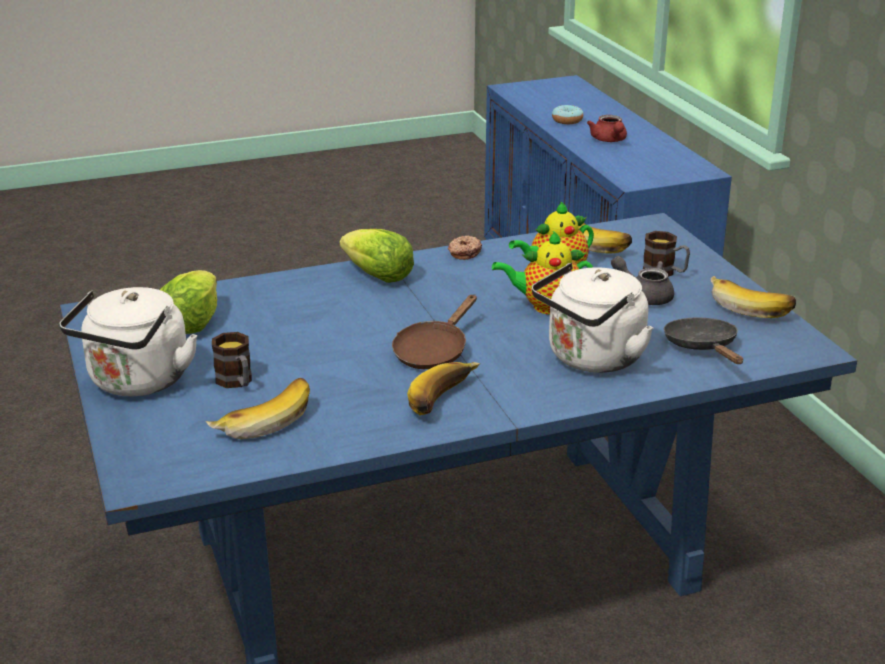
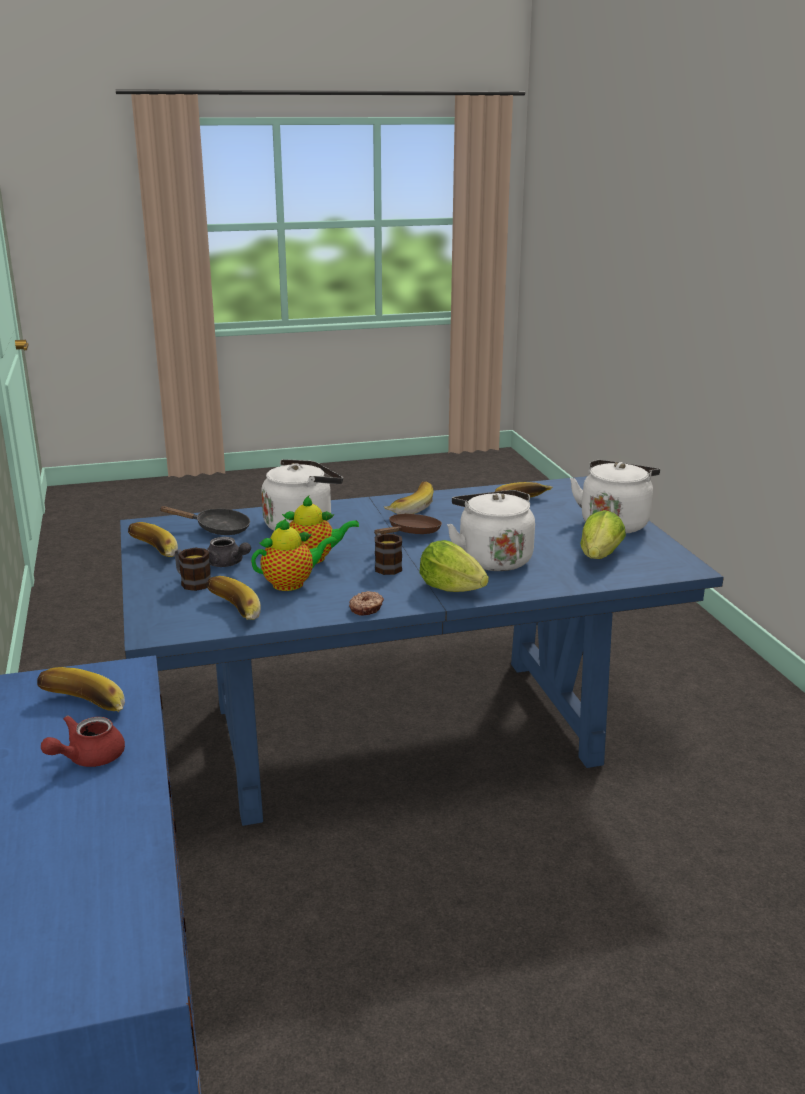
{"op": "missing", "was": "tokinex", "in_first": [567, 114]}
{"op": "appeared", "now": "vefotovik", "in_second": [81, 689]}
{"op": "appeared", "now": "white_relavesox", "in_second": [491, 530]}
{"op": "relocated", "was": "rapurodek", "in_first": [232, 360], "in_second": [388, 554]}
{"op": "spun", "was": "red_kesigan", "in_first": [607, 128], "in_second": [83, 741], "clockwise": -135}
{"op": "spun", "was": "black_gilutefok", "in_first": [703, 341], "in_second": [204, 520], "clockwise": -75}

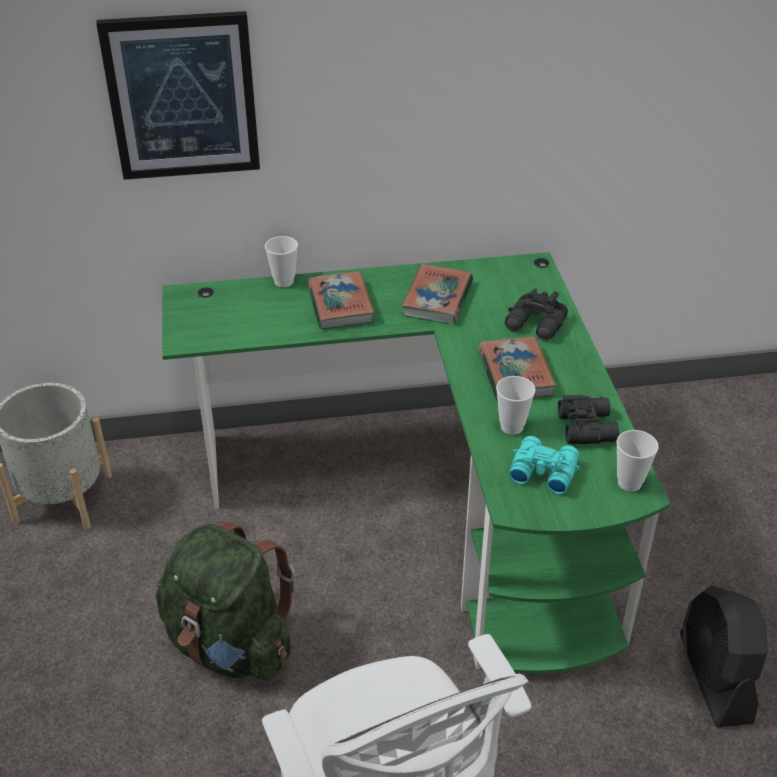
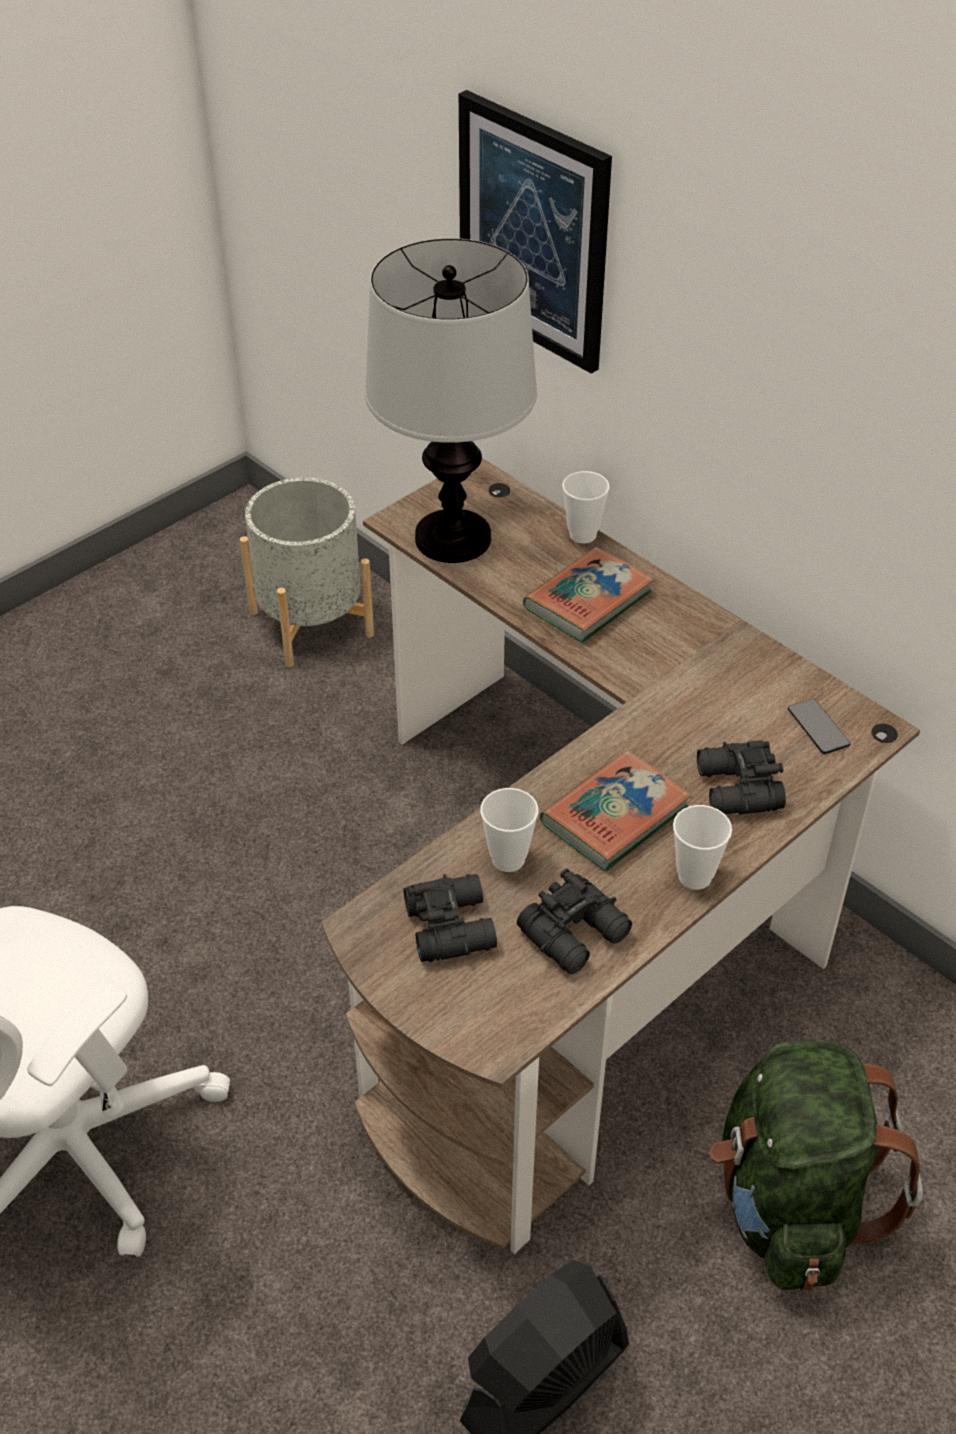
{"op": "missing", "was": "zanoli", "in_first": [437, 294]}
{"op": "appeared", "now": "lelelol", "in_second": [451, 400]}
{"op": "appeared", "now": "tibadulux", "in_second": [819, 726]}
{"op": "relocated", "was": "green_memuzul", "in_first": [225, 601], "in_second": [816, 1164]}
{"op": "relocated", "was": "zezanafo", "in_first": [637, 461], "in_second": [702, 847]}
{"op": "colour", "was": "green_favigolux", "now": "brown_favigolux", "in_first": [416, 462], "in_second": [621, 856]}
{"op": "colour", "was": "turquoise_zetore", "now": "black_zetore", "in_first": [544, 465], "in_second": [450, 918]}

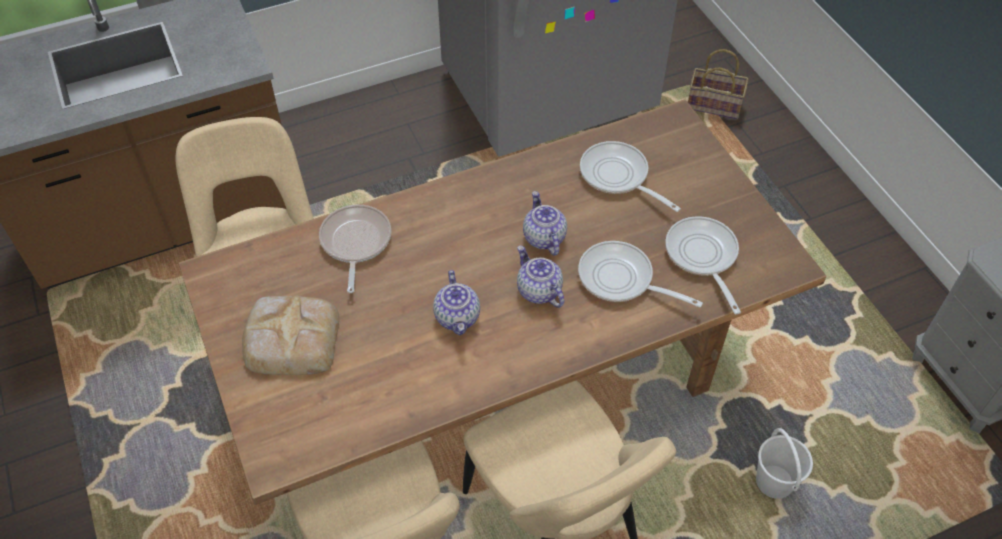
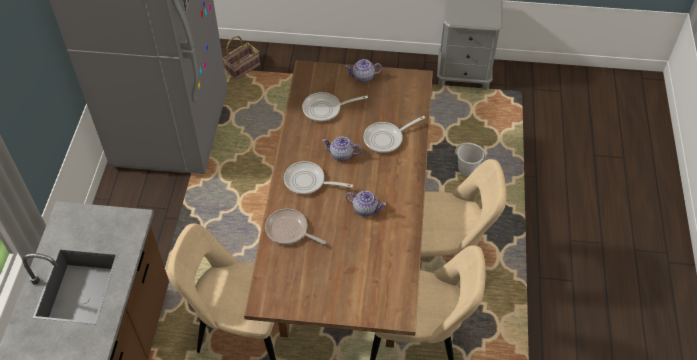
{"op": "missing", "was": "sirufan", "in_first": [290, 335]}
{"op": "relocated", "was": "kesigan", "in_first": [540, 277], "in_second": [363, 71]}
{"op": "relocated", "was": "gilutefok", "in_first": [703, 265], "in_second": [318, 178]}

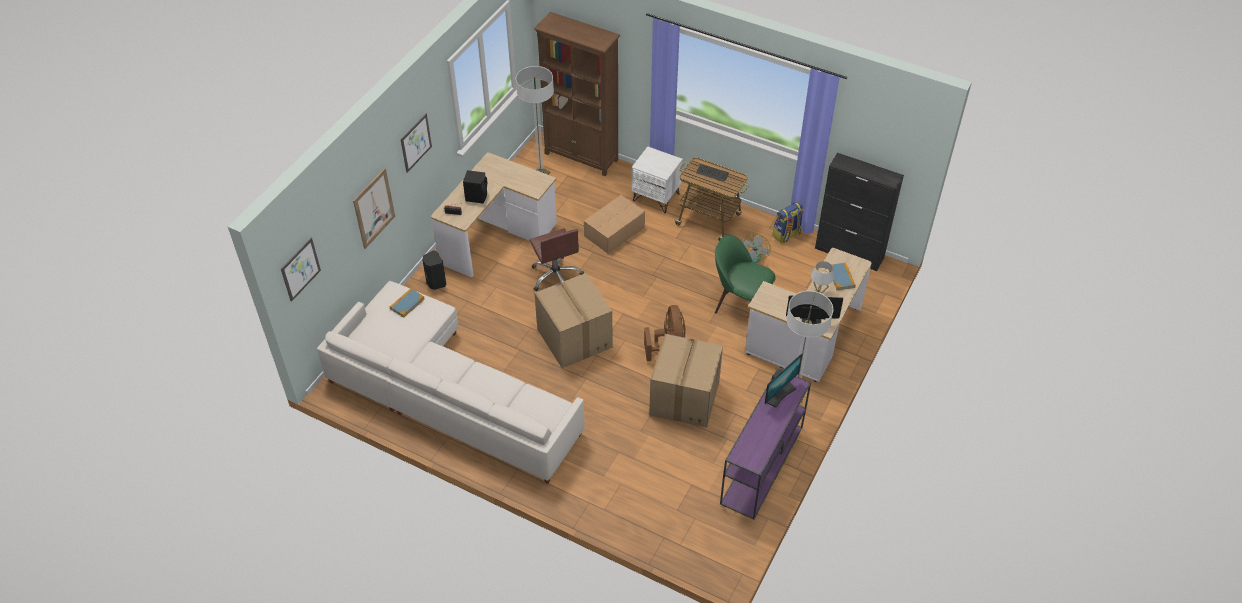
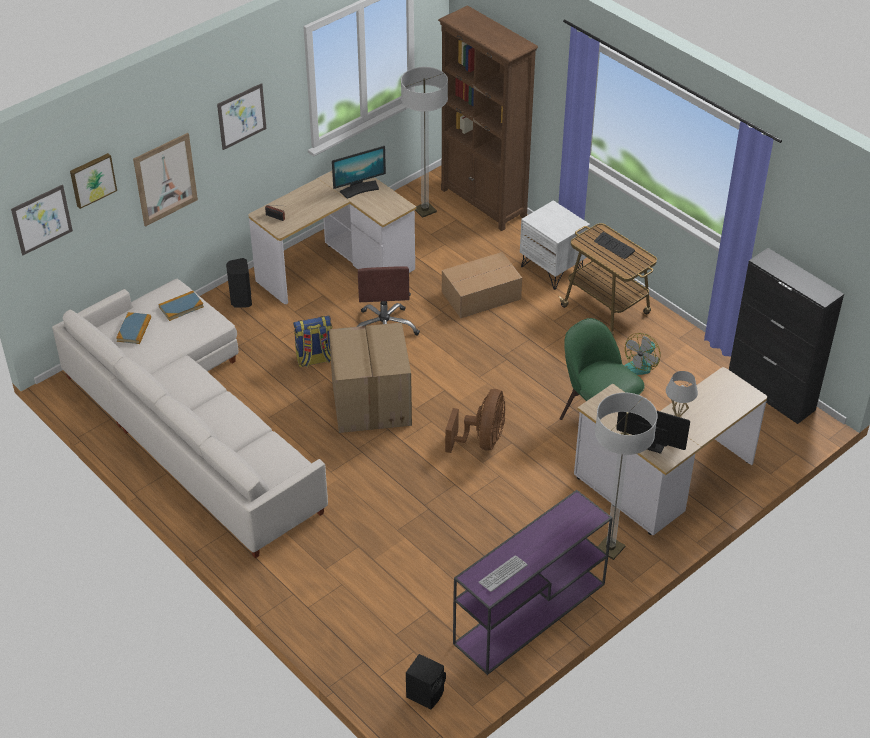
{"op": "missing", "was": "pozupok", "in_first": [686, 381]}
{"op": "appeared", "now": "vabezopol", "in_second": [93, 181]}
{"op": "appeared", "now": "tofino", "in_second": [503, 573]}
{"op": "relocated", "was": "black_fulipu", "in_first": [475, 187], "in_second": [426, 681]}
{"op": "relocated", "was": "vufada", "in_first": [783, 381], "in_second": [359, 172]}
{"op": "relocated", "was": "memuzul", "in_first": [788, 223], "in_second": [312, 341]}
{"op": "relocated", "was": "zanoli", "in_first": [842, 276], "in_second": [133, 328]}

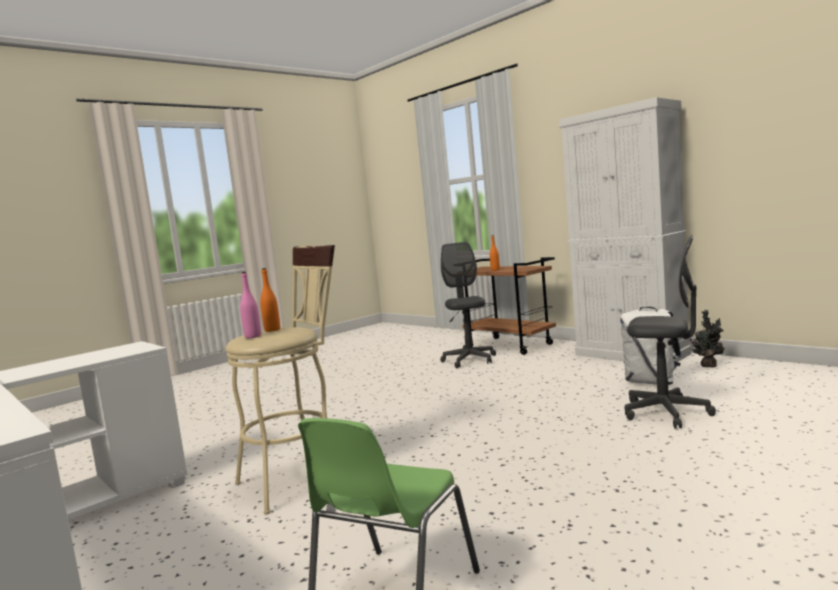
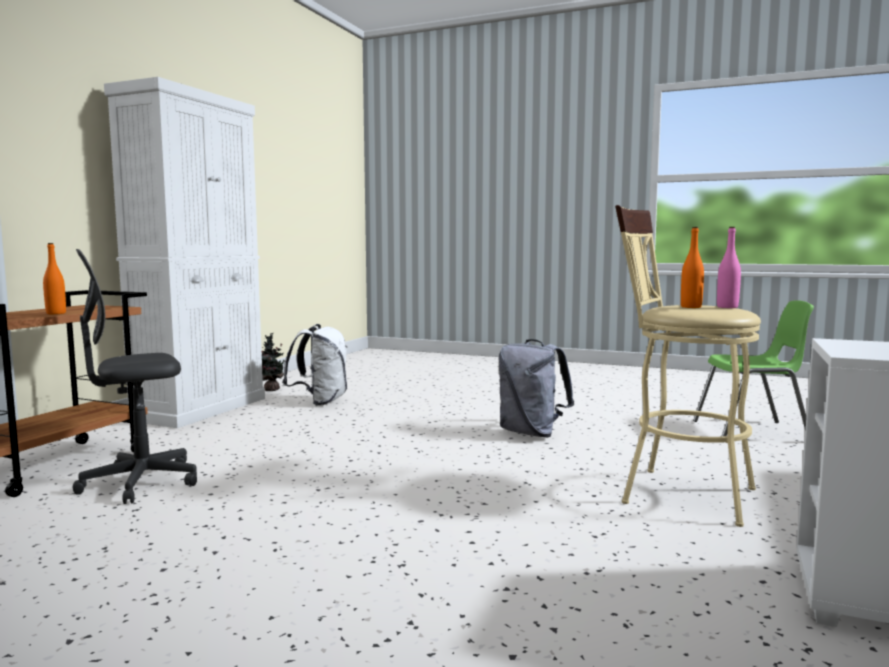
{"op": "missing", "was": "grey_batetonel", "in_first": [670, 332]}
{"op": "appeared", "now": "grey_memuzul", "in_second": [536, 388]}

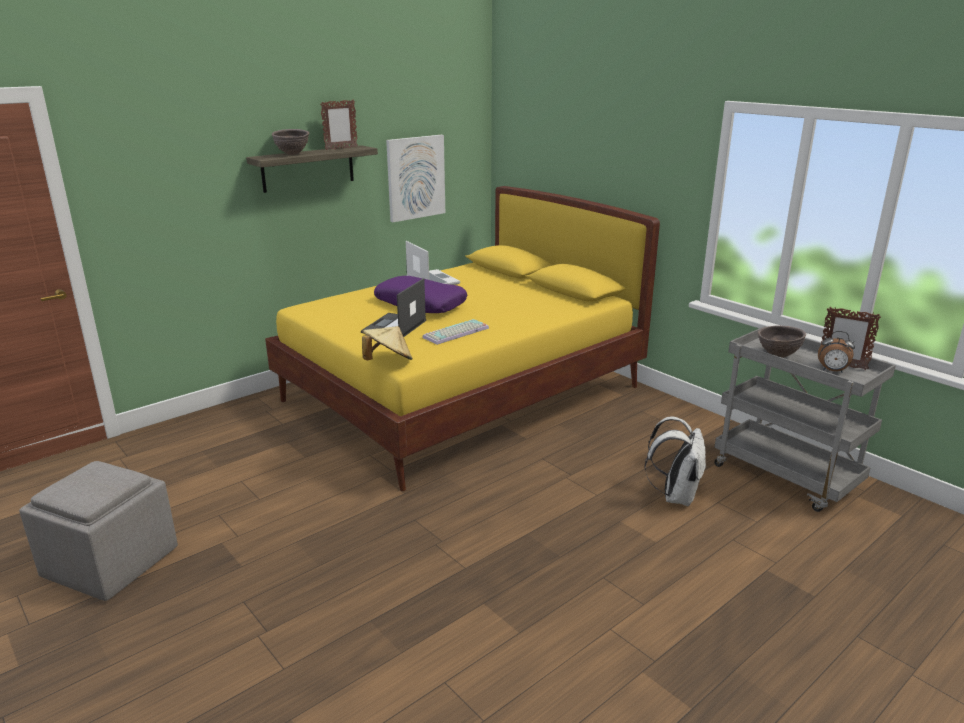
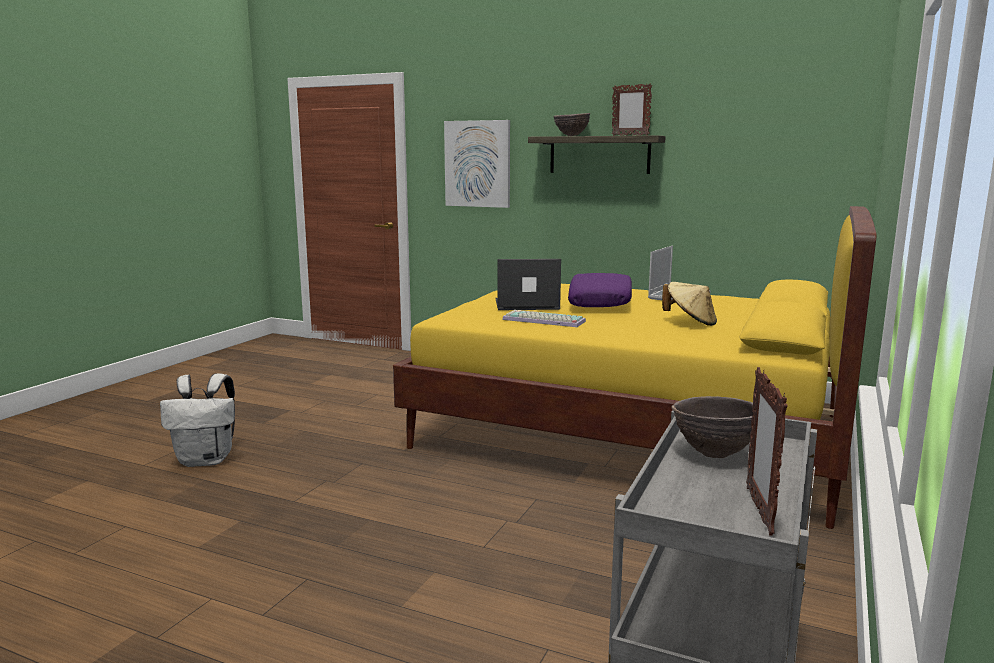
{"op": "missing", "was": "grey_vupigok", "in_first": [98, 531]}
{"op": "missing", "was": "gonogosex", "in_first": [836, 352]}
{"op": "relocated", "was": "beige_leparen", "in_first": [387, 343], "in_second": [689, 304]}
{"op": "relocated", "was": "vabezopol", "in_first": [415, 178], "in_second": [477, 164]}
{"op": "relocated", "was": "white_memuzul", "in_first": [675, 461], "in_second": [197, 420]}

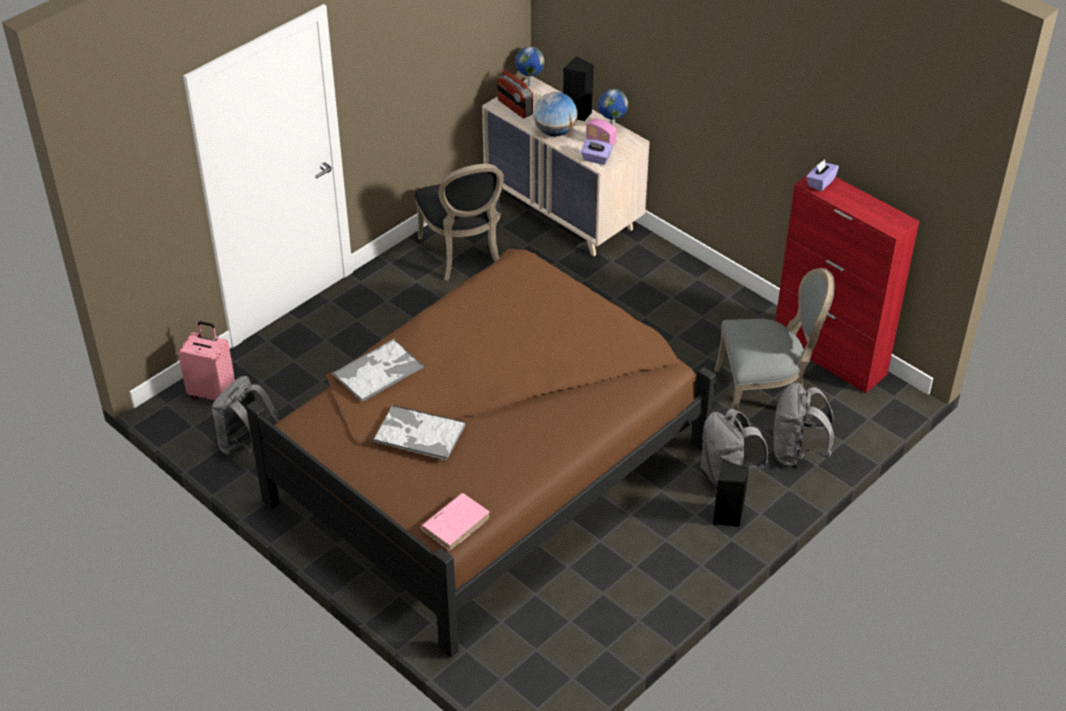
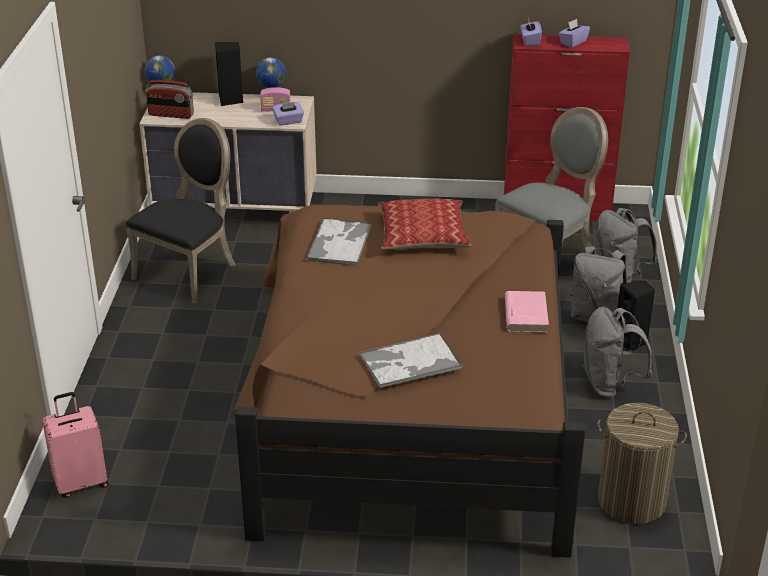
{"op": "missing", "was": "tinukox", "in_first": [555, 114]}
{"op": "appeared", "now": "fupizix", "in_second": [424, 224]}
{"op": "appeared", "now": "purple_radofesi", "in_second": [574, 33]}
{"op": "appeared", "now": "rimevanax", "in_second": [642, 463]}
{"op": "relocated", "was": "grey_memuzul", "in_first": [246, 416], "in_second": [617, 352]}
{"op": "relocated", "was": "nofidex", "in_first": [378, 370], "in_second": [339, 242]}
{"op": "relocated", "was": "pink_zanoli", "in_first": [455, 522], "in_second": [527, 312]}
{"op": "spun", "was": "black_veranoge", "in_first": [459, 222], "in_second": [181, 211], "clockwise": -90}

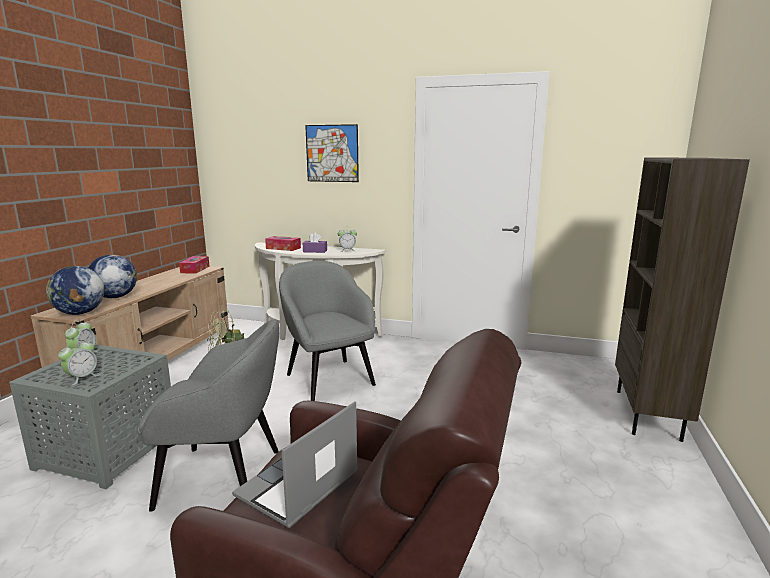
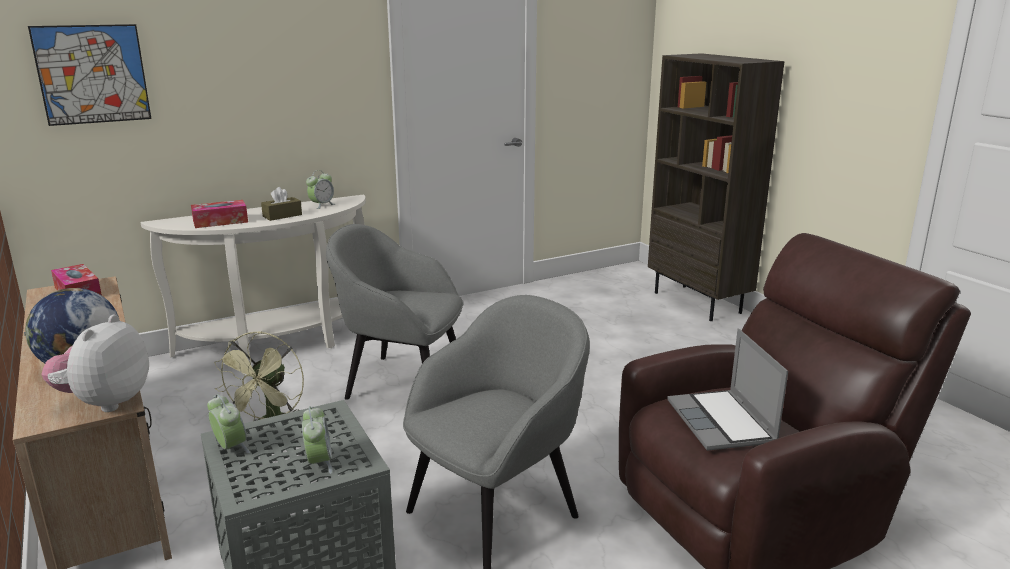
{"op": "relocated", "was": "vabezopol", "in_first": [332, 153], "in_second": [89, 75]}
{"op": "exchanged", "was": "tinukox", "now": "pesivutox", "in_first": [75, 290], "in_second": [95, 363]}
{"op": "colour", "was": "purple_radofesi", "now": "brown_radofesi", "in_first": [315, 242], "in_second": [281, 204]}

